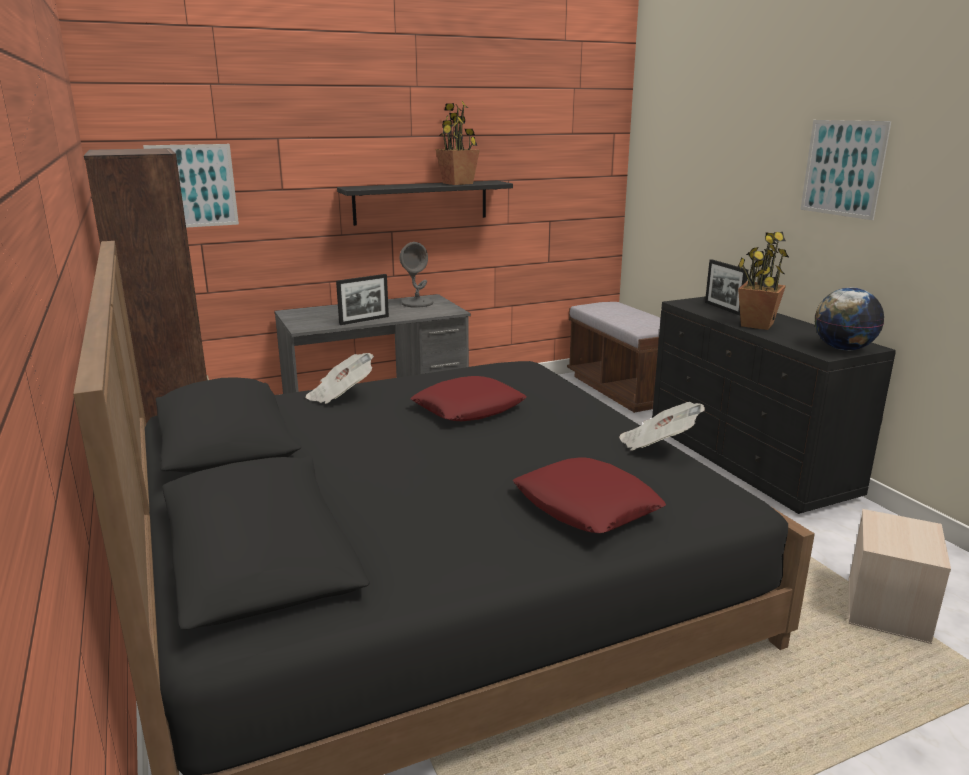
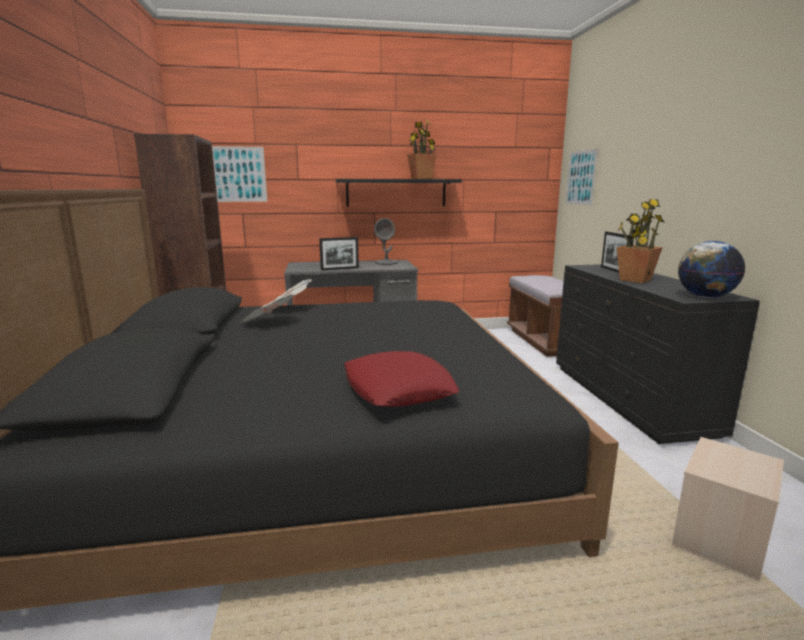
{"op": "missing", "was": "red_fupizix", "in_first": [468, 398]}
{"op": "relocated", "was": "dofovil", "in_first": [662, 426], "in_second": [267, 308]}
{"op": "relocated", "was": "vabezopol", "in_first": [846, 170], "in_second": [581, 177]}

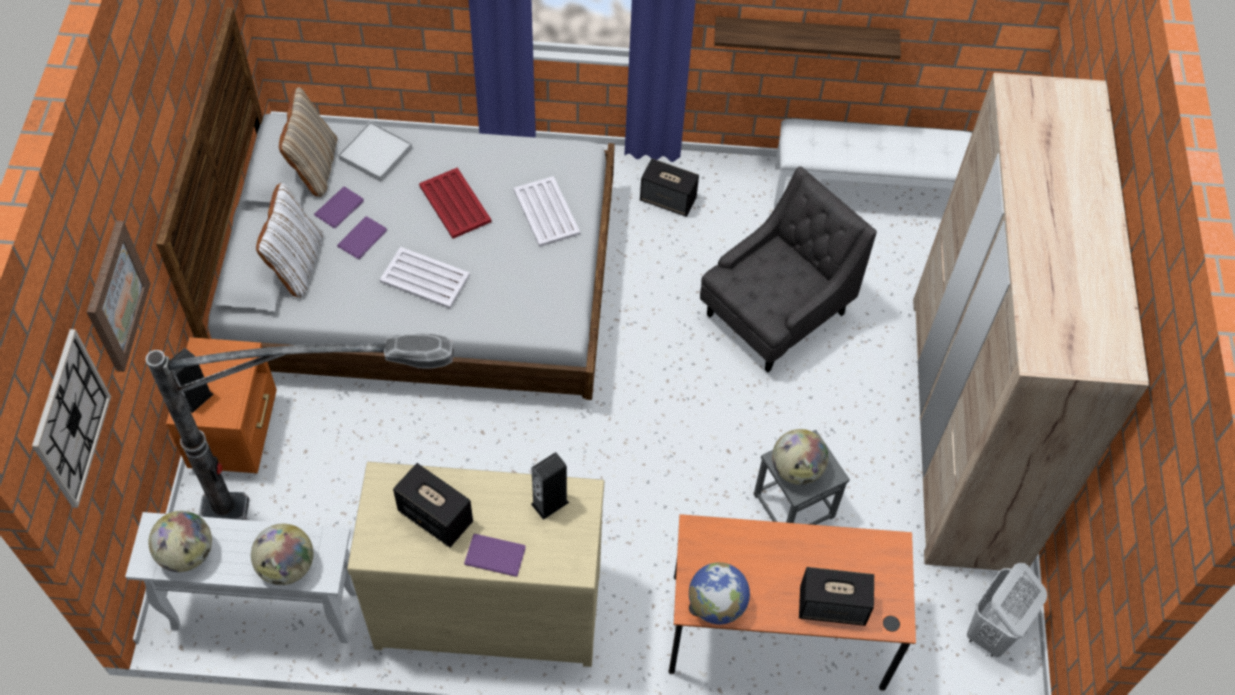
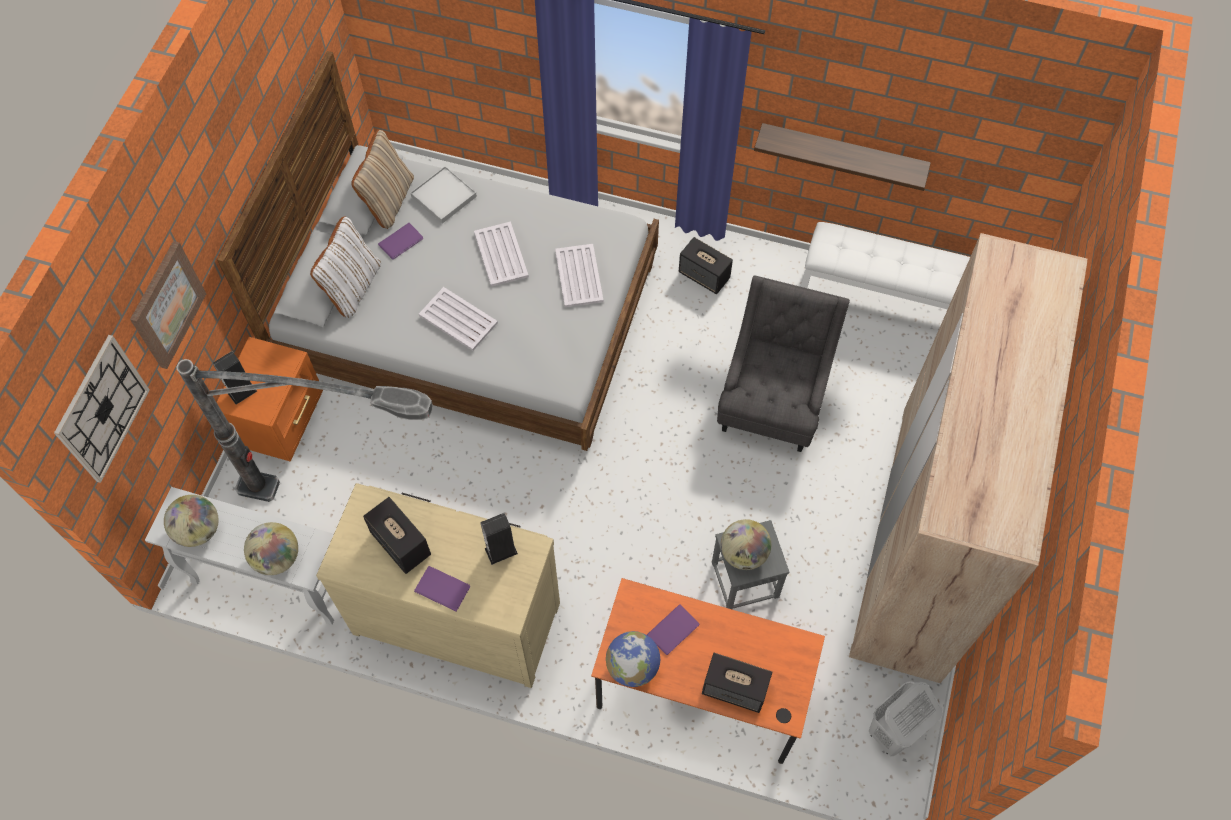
{"op": "relocated", "was": "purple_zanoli", "in_first": [362, 237], "in_second": [673, 629]}
{"op": "colour", "was": "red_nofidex", "now": "white_nofidex", "in_first": [455, 203], "in_second": [501, 254]}
{"op": "spun", "was": "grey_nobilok", "in_first": [788, 269], "in_second": [783, 363], "clockwise": -45}

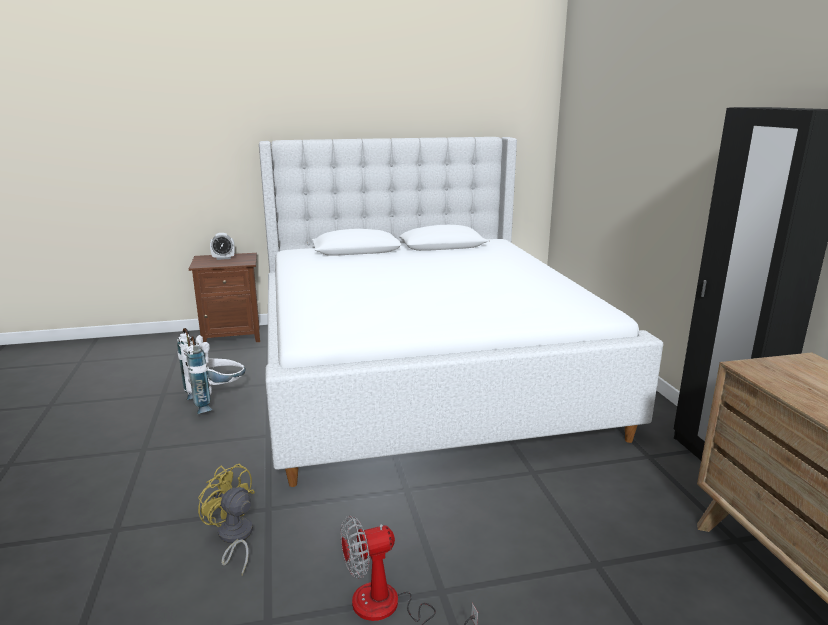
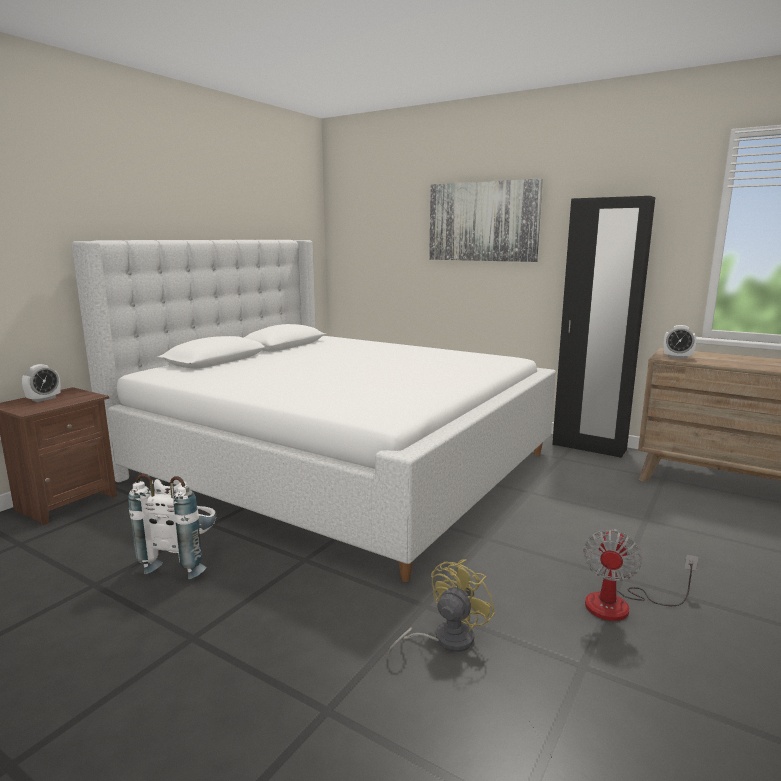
{"op": "appeared", "now": "vabezopol", "in_second": [486, 220]}
{"op": "appeared", "now": "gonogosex", "in_second": [679, 342]}
{"op": "spun", "was": "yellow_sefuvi", "in_first": [226, 520], "in_second": [441, 607], "clockwise": 135}

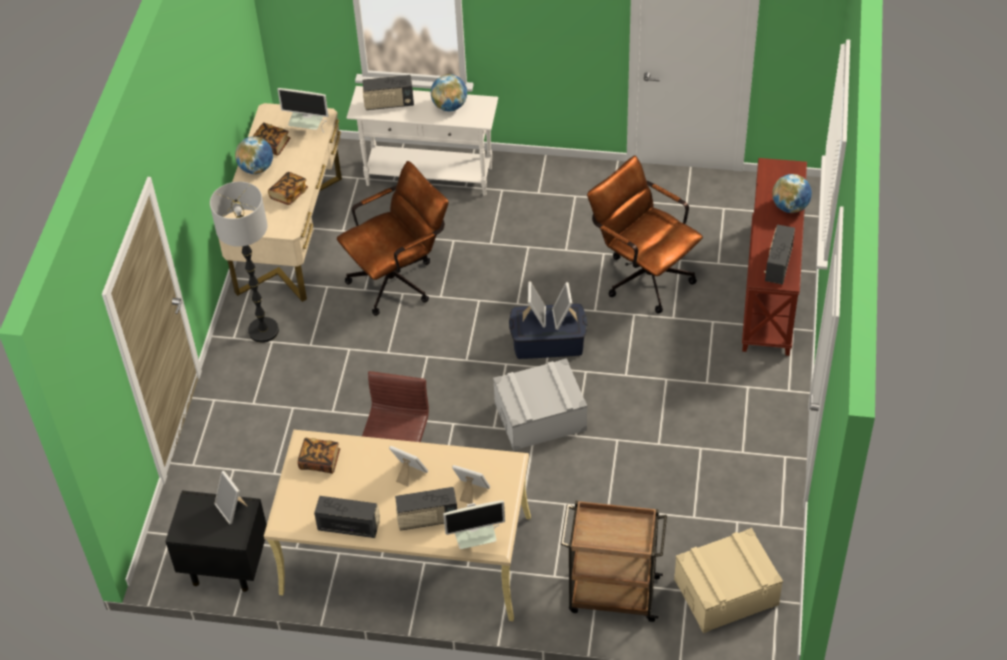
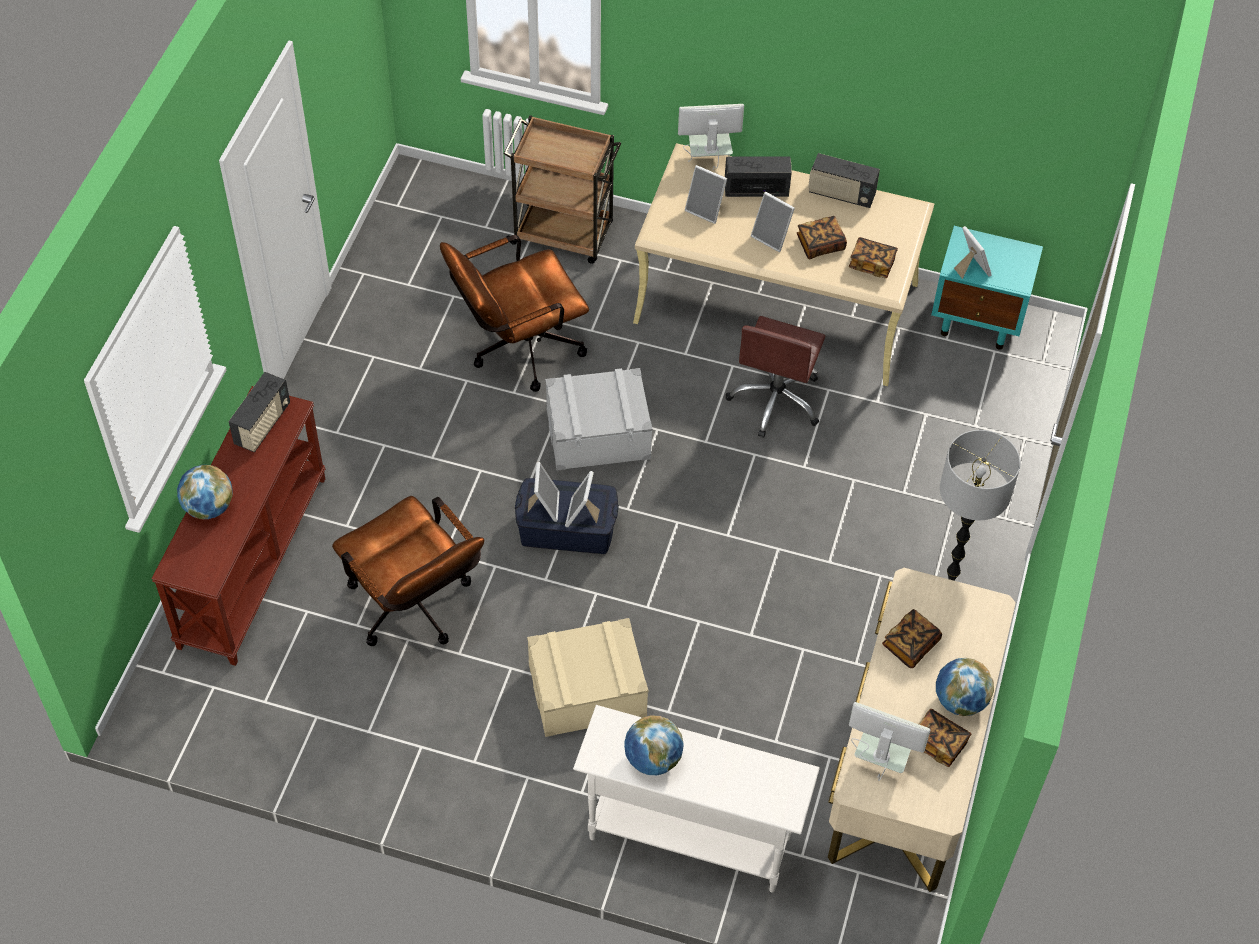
{"op": "missing", "was": "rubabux", "in_first": [388, 92]}
{"op": "appeared", "now": "zanoli", "in_second": [822, 237]}
{"op": "relocated", "was": "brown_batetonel", "in_first": [393, 238], "in_second": [514, 313]}
{"op": "relocated", "was": "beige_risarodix", "in_first": [728, 580], "in_second": [588, 677]}
{"op": "colour", "was": "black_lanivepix", "now": "turquoise_lanivepix", "in_first": [216, 541], "in_second": [987, 288]}

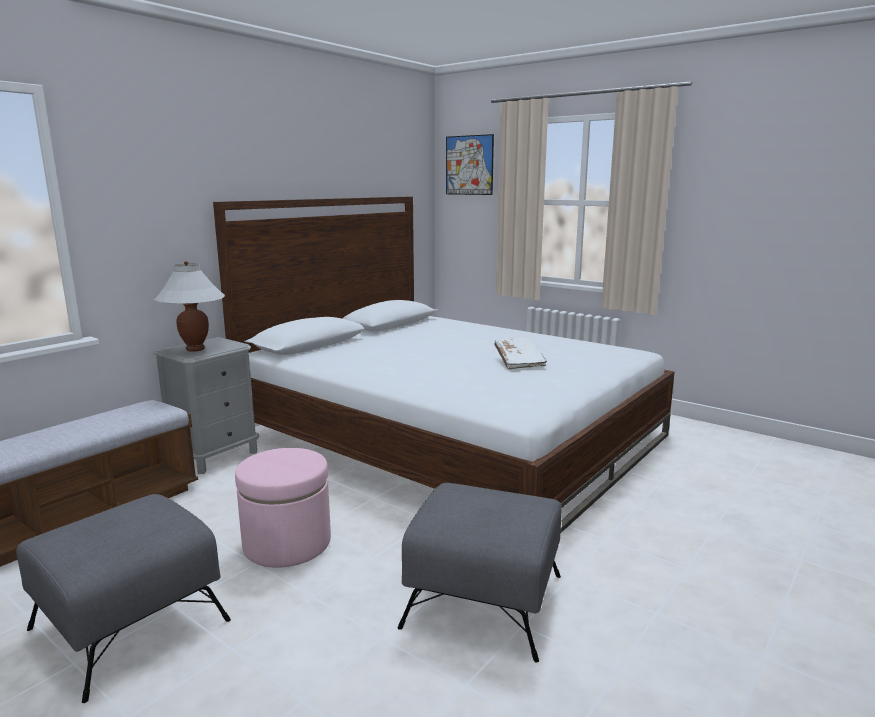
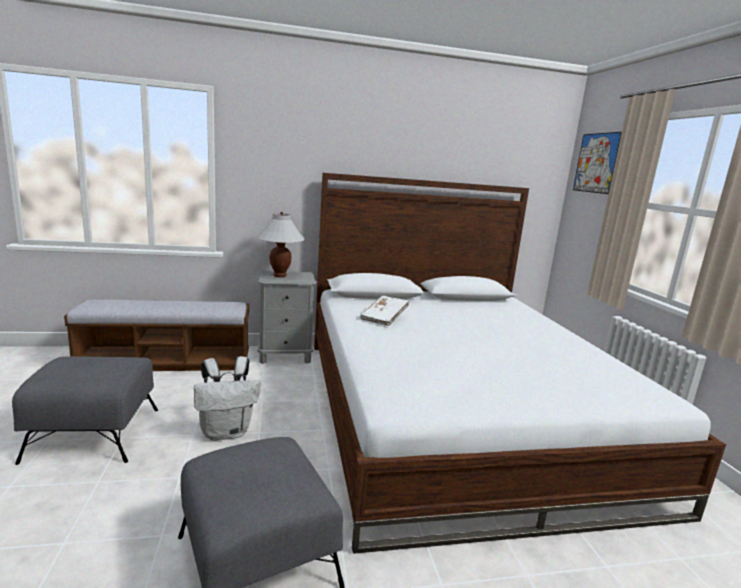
{"op": "relocated", "was": "white_zanoli", "in_first": [520, 352], "in_second": [385, 311]}
{"op": "exchanged", "was": "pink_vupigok", "now": "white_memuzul", "in_first": [283, 508], "in_second": [227, 398]}

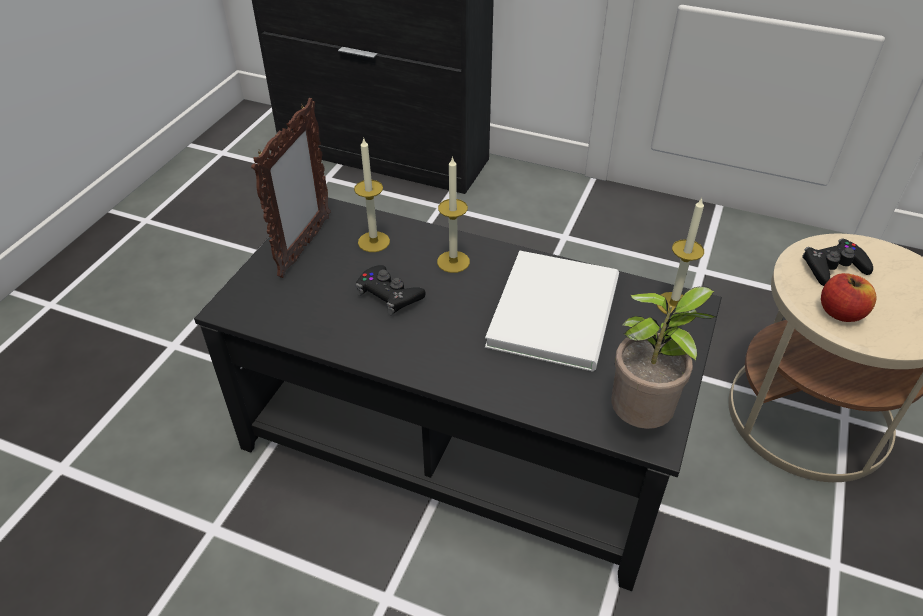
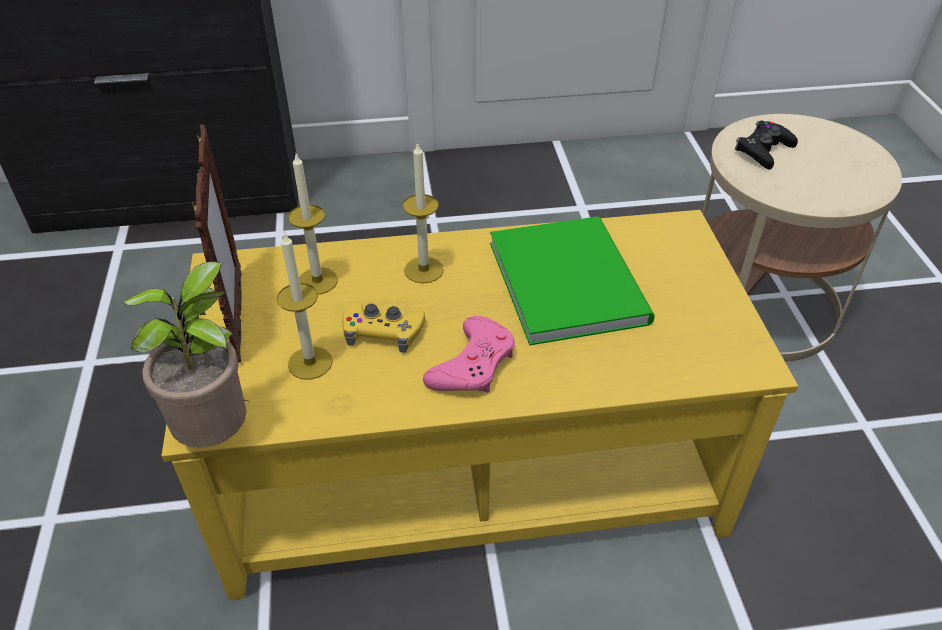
{"op": "missing", "was": "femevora", "in_first": [849, 297]}
{"op": "appeared", "now": "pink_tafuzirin", "in_second": [469, 354]}
{"op": "relocated", "was": "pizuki", "in_first": [663, 358], "in_second": [186, 354]}
{"op": "relocated", "was": "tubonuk", "in_first": [680, 256], "in_second": [305, 305]}
{"op": "colour", "was": "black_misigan", "now": "yellow_misigan", "in_first": [458, 393], "in_second": [480, 405]}
{"op": "colour", "was": "black_tafuzirin", "now": "yellow_tafuzirin", "in_first": [390, 290], "in_second": [383, 327]}
{"op": "colour", "was": "white_zanoli", "now": "green_zanoli", "in_first": [552, 311], "in_second": [572, 281]}

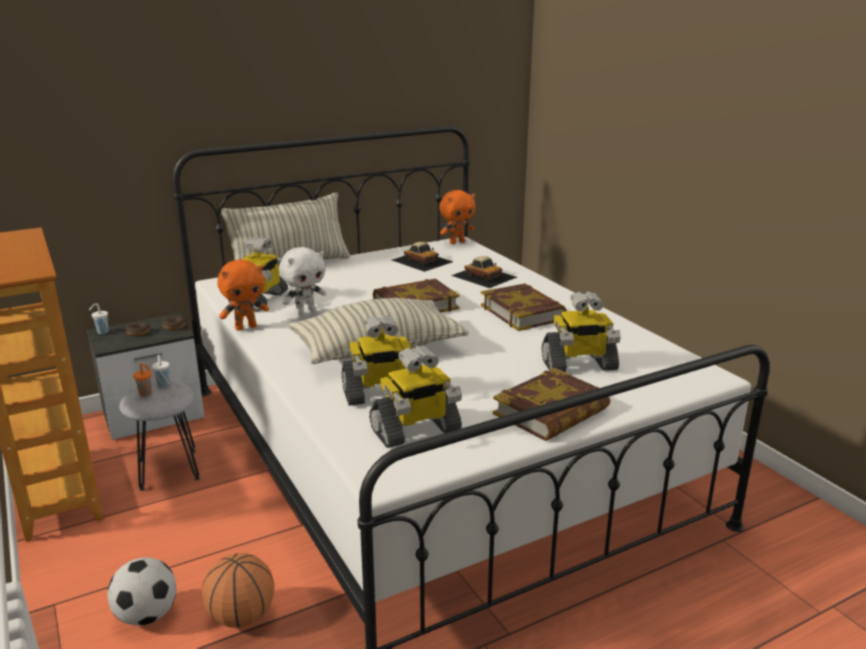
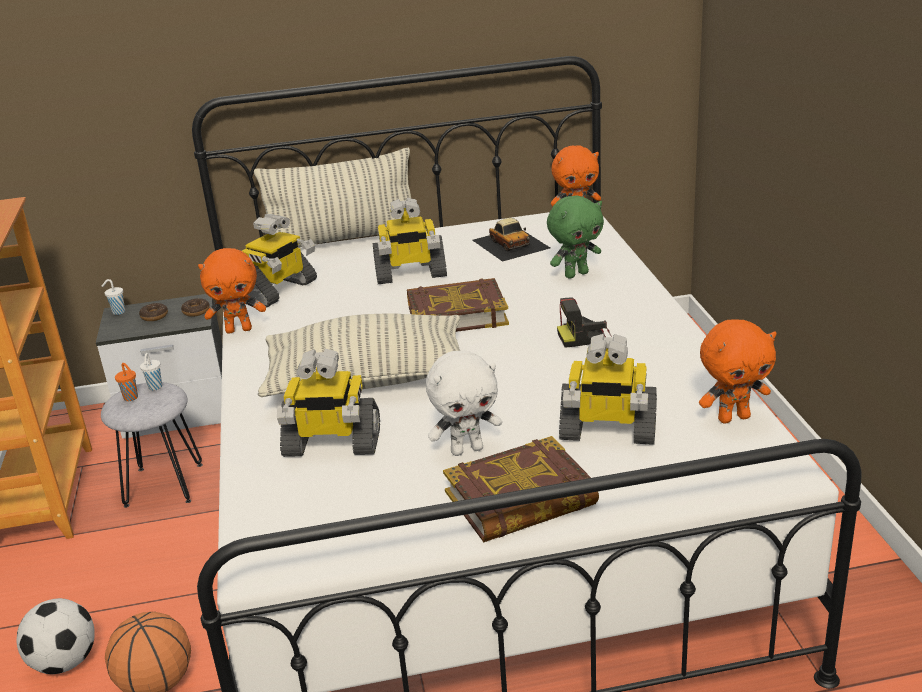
{"op": "appeared", "now": "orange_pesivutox", "in_second": [738, 371]}
{"op": "relocated", "was": "white_pesivutox", "in_first": [302, 281], "in_second": [464, 403]}
{"op": "relocated", "was": "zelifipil", "in_first": [415, 396], "in_second": [410, 241]}
{"op": "exchanged", "was": "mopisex", "now": "green_pesivutox", "in_first": [484, 272], "in_second": [575, 237]}
{"op": "exchanged", "was": "zanoli", "now": "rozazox", "in_first": [524, 307], "in_second": [584, 323]}

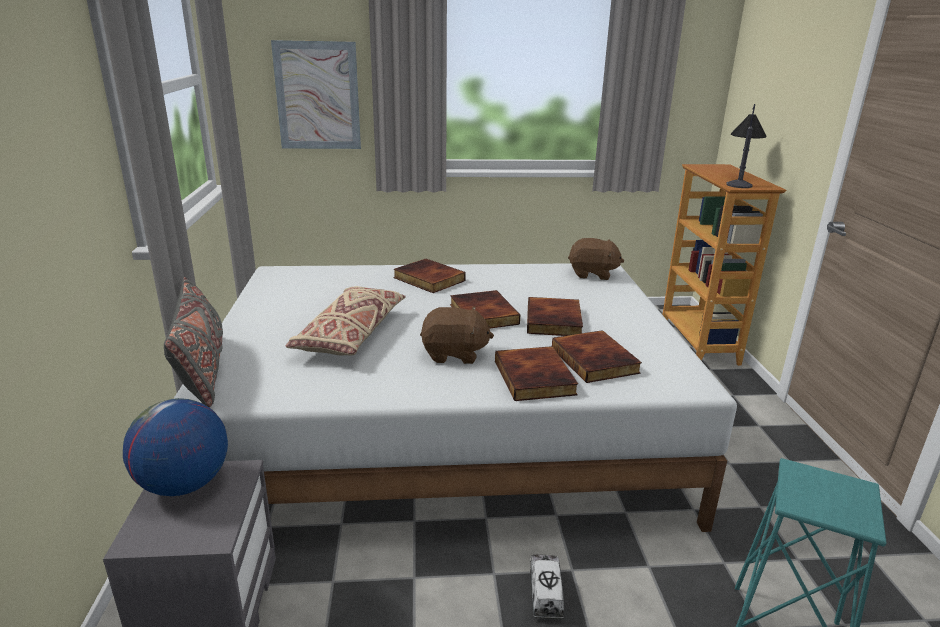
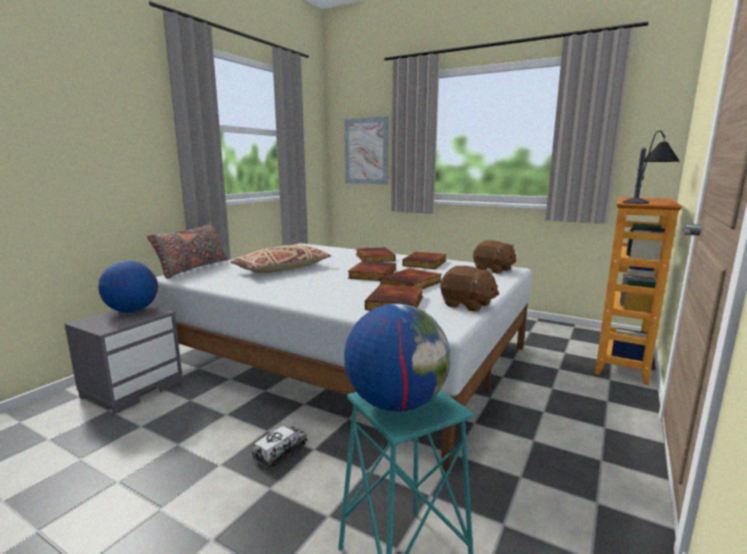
{"op": "appeared", "now": "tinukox", "in_second": [397, 358]}
{"op": "relocated", "was": "brown_pesivutox", "in_first": [457, 335], "in_second": [470, 289]}
{"op": "relocated", "was": "zanoli", "in_first": [536, 373], "in_second": [424, 260]}

